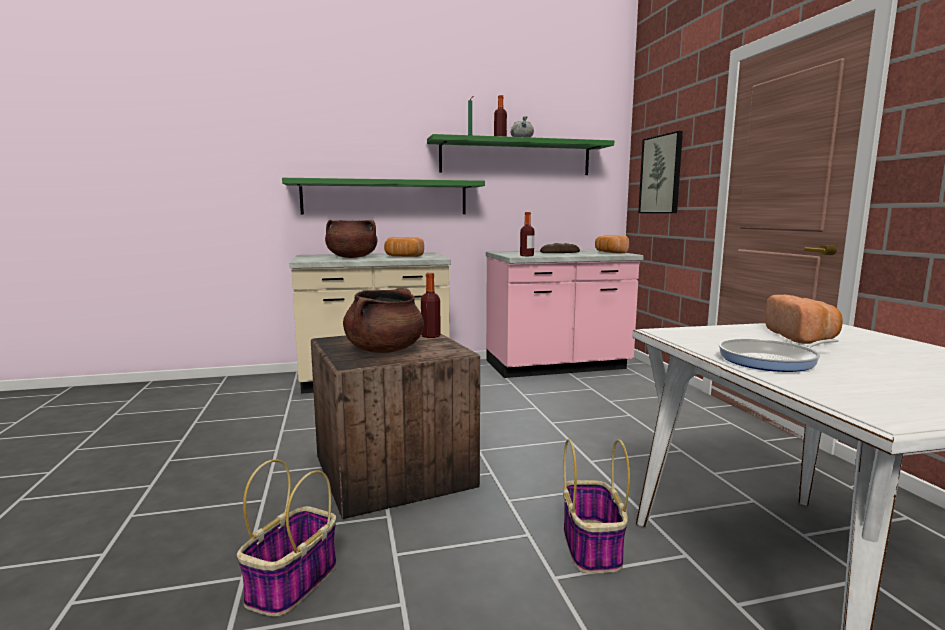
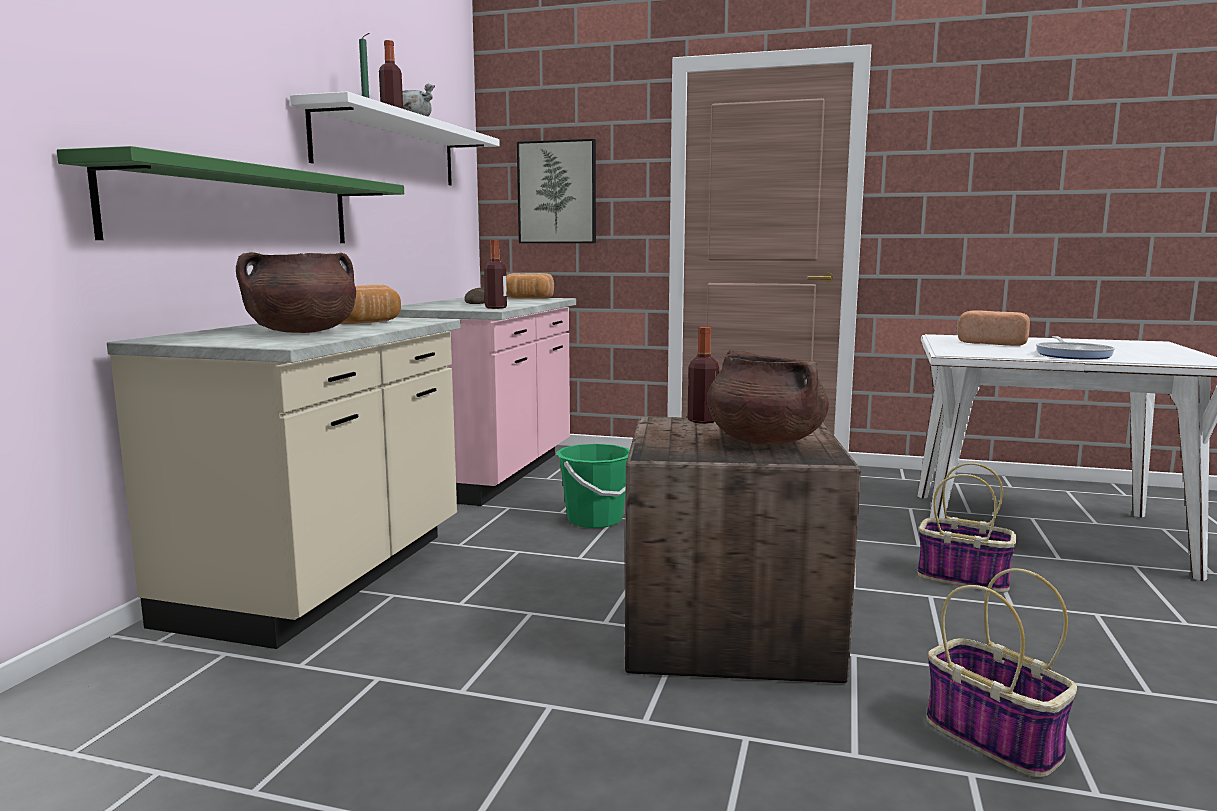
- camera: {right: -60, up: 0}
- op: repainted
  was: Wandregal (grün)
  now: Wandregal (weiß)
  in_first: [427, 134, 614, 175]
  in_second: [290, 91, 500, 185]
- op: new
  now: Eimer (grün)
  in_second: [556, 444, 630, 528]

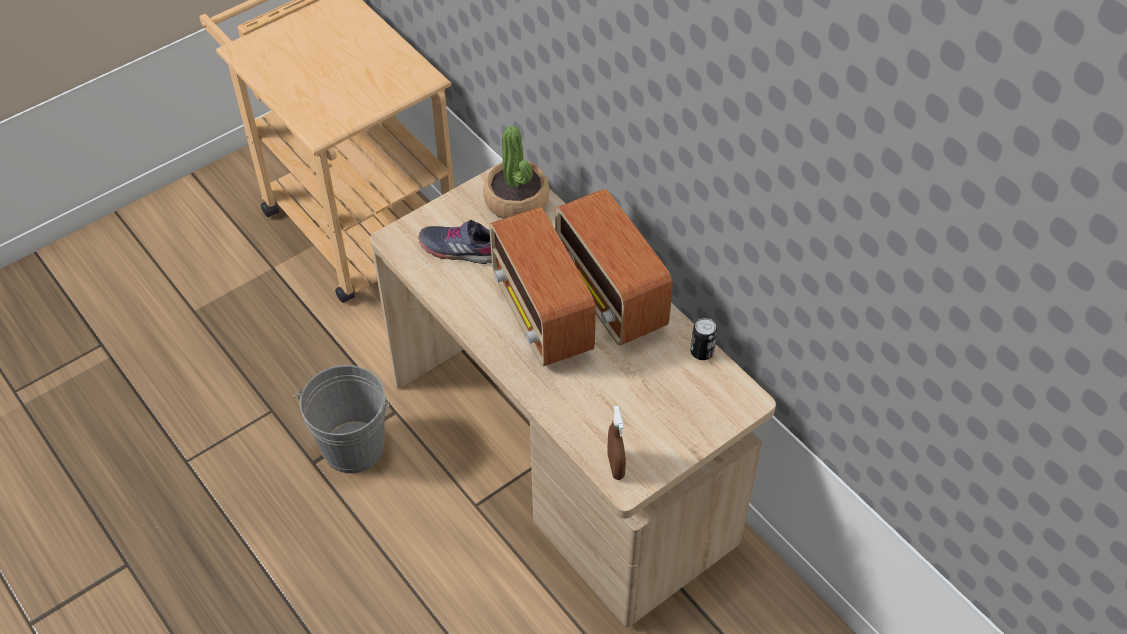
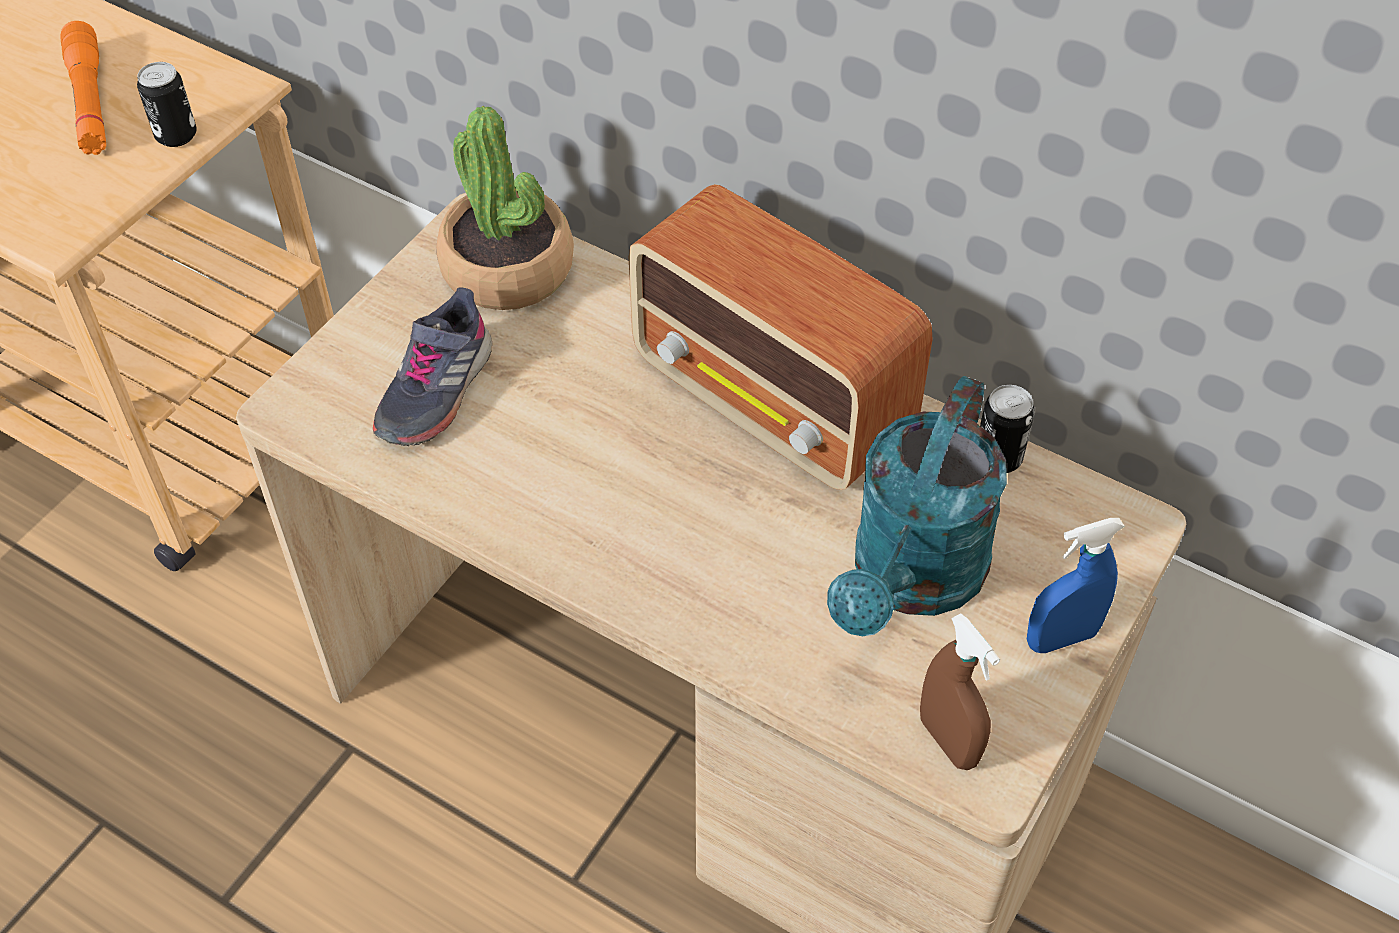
- camera: {right: -20, up: 0}
- op: gone
  was: Radio
  in_first: [489, 207, 596, 367]
- op: rotated
  was: Schuh (grau)
  in_first: [419, 220, 492, 264]
  in_second: [373, 288, 492, 446]
  clockwise: -60
- op: gone
  was: Eimer (grau)
  in_first: [293, 365, 390, 473]
- op: new
  now: Taschenlampe (orange)
  in_second: [60, 21, 106, 155]
- op: new
  now: Dose
  in_second: [137, 62, 197, 147]
- op: new
  now: Gießkanne (türkis)
  in_second: [827, 376, 1007, 636]
- op: new
  now: Sprühflasche (blau)
  in_second: [1027, 518, 1124, 653]

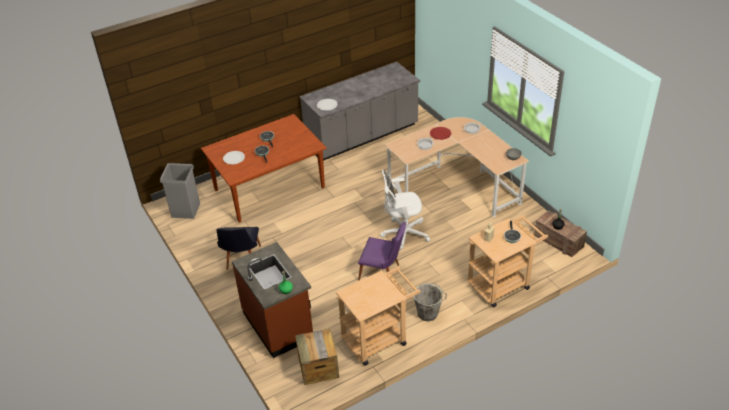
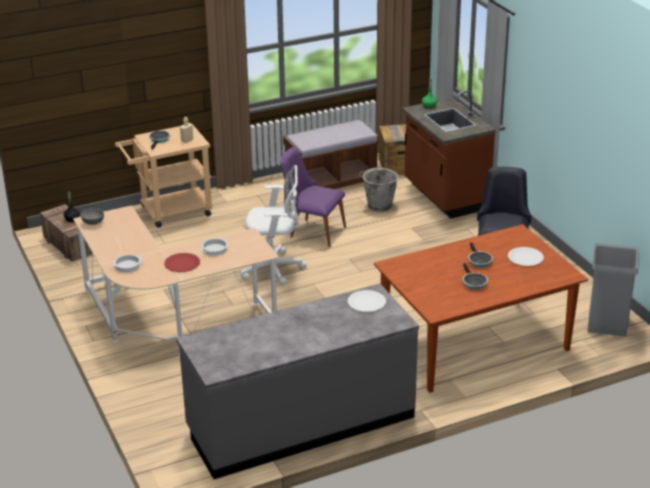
- camera: {right: -175, up: -10}
- op: swapped
  was: Rollwagen (beige)
  now: Bank (braun)
  in_first: [336, 267, 421, 366]
  in_second: [283, 120, 379, 189]
- op: shifted
  was: Eimer (grau)
  in_first: [413, 283, 447, 321]
  in_second: [358, 167, 398, 212]

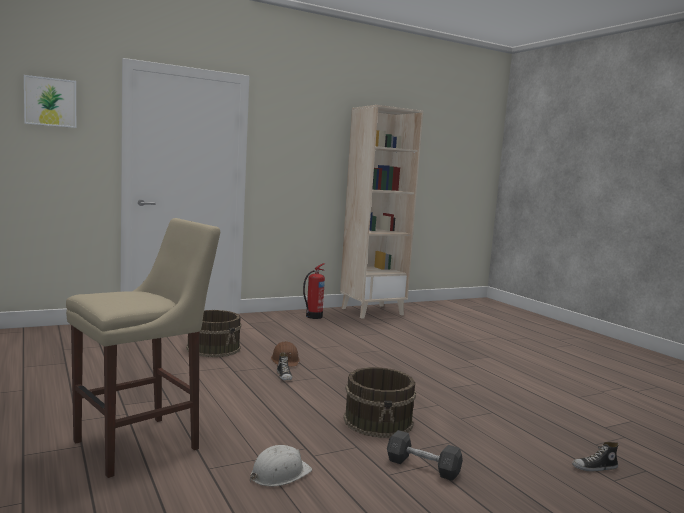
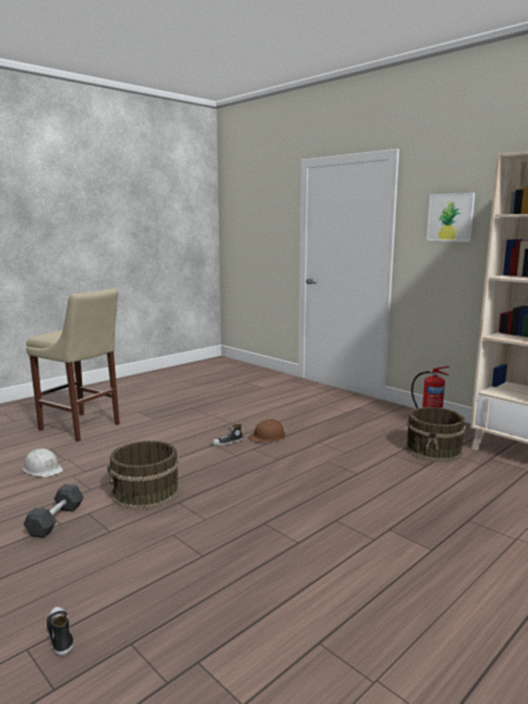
- camera: {right: 75, up: 5}
- op: shifted
  was: Bild
  in_first: [24, 75, 76, 128]
  in_second: [427, 193, 475, 242]
- op: shifted
  was: Eimer (braun)
  in_first: [186, 310, 241, 357]
  in_second: [405, 407, 466, 462]

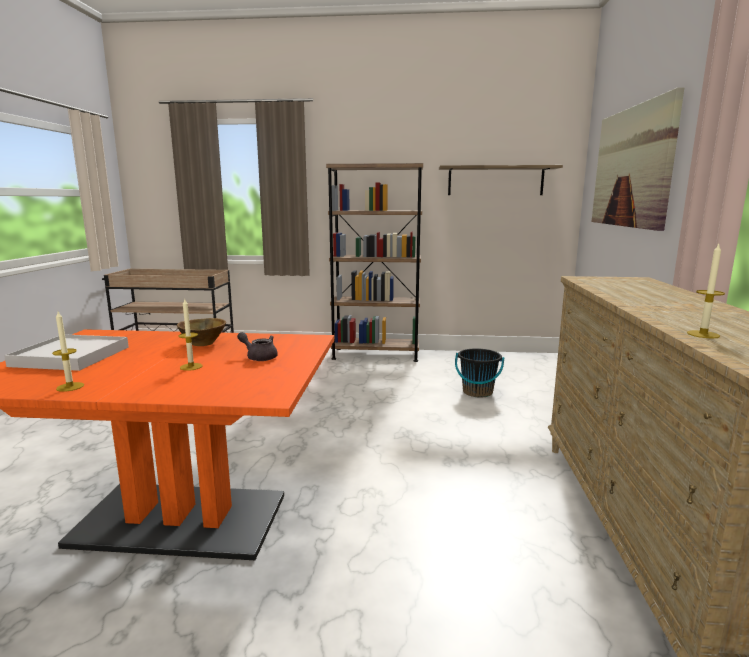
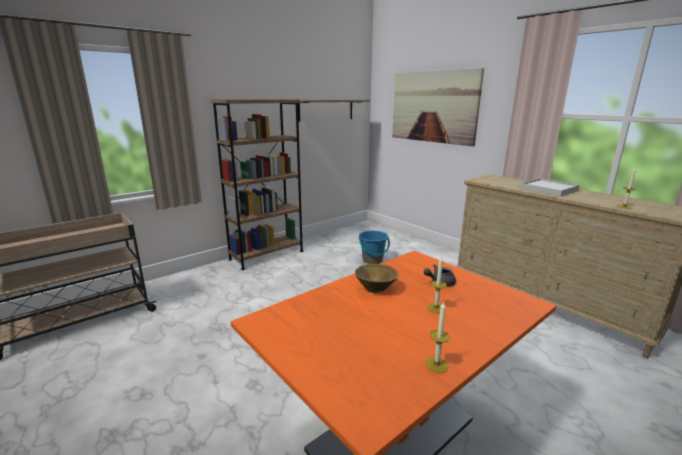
- camera: {right: -45, up: 5}
- op: shifted
  was: Tablett (weiß)
  in_first: [4, 335, 129, 371]
  in_second: [521, 178, 580, 197]
- op: repainted
  was: Eimer (schwarz)
  now: Eimer (blau)
  in_first: [455, 348, 505, 398]
  in_second: [359, 231, 390, 264]

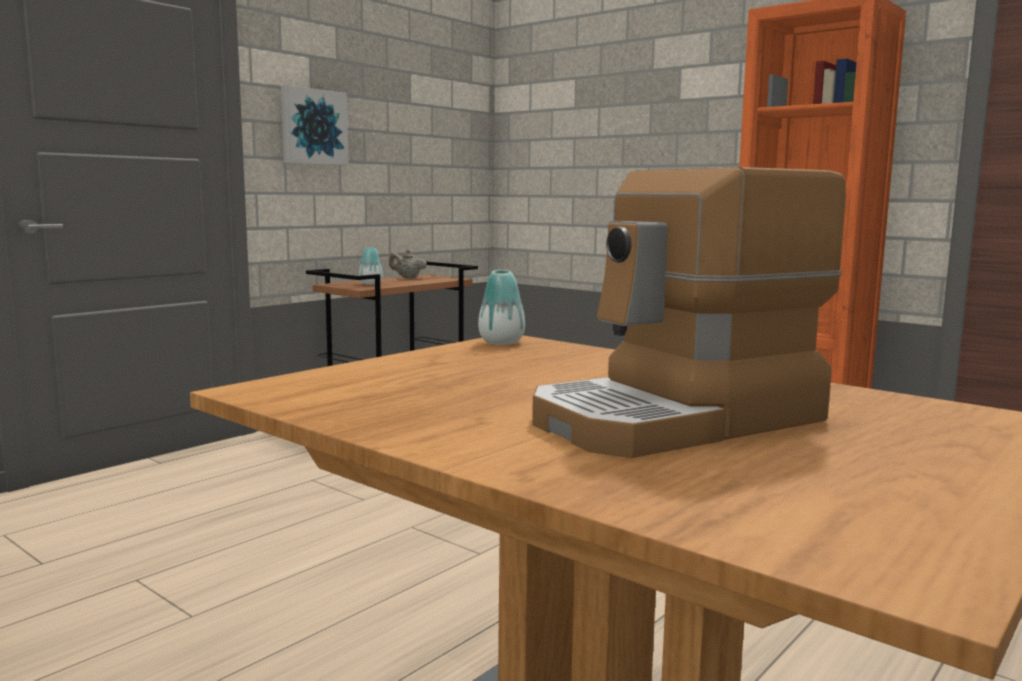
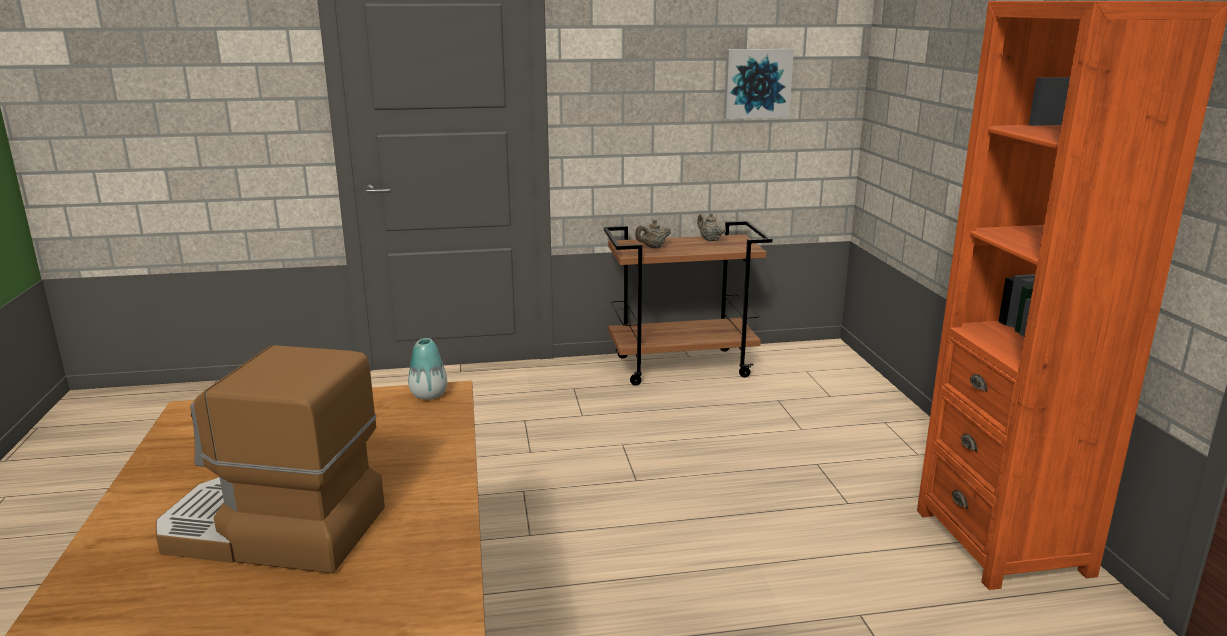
- camera: {right: 40, up: 10}
- op: shifted
  was: Bild
  in_first: [281, 85, 348, 165]
  in_second: [724, 49, 794, 119]
- op: swapped
  was: Vase
  now: Teekanne (beige)
  in_first: [359, 248, 383, 285]
  in_second: [635, 220, 671, 248]

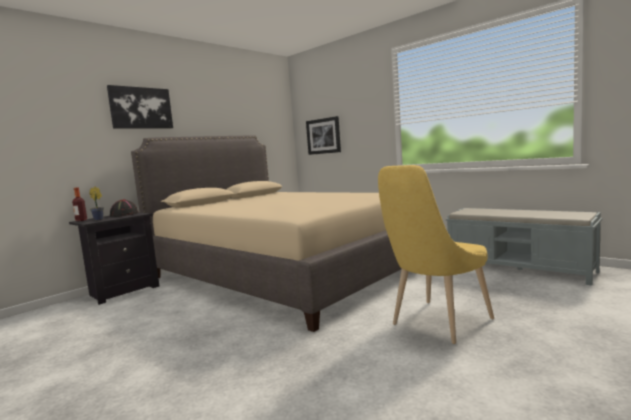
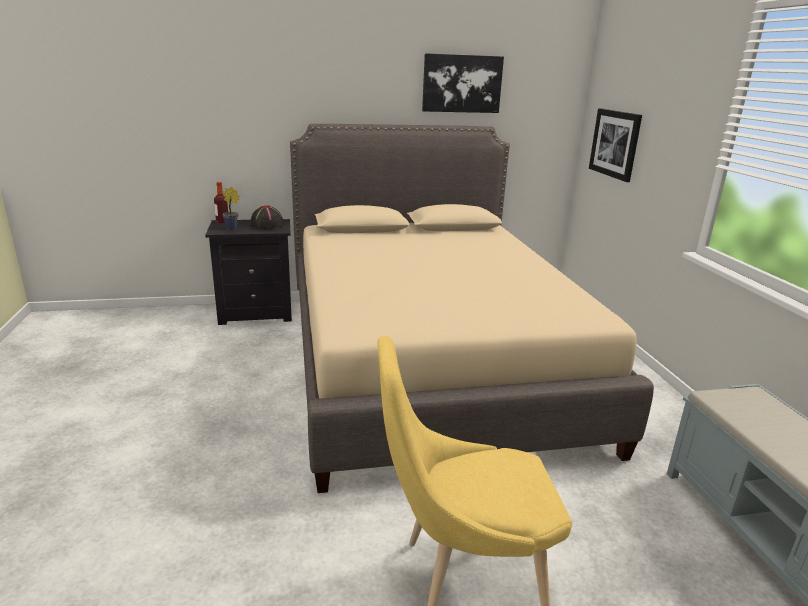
- camera: {right: 35, up: 15}
- op: shifted
  was: Bild
  in_first: [107, 85, 173, 129]
  in_second: [422, 53, 504, 113]

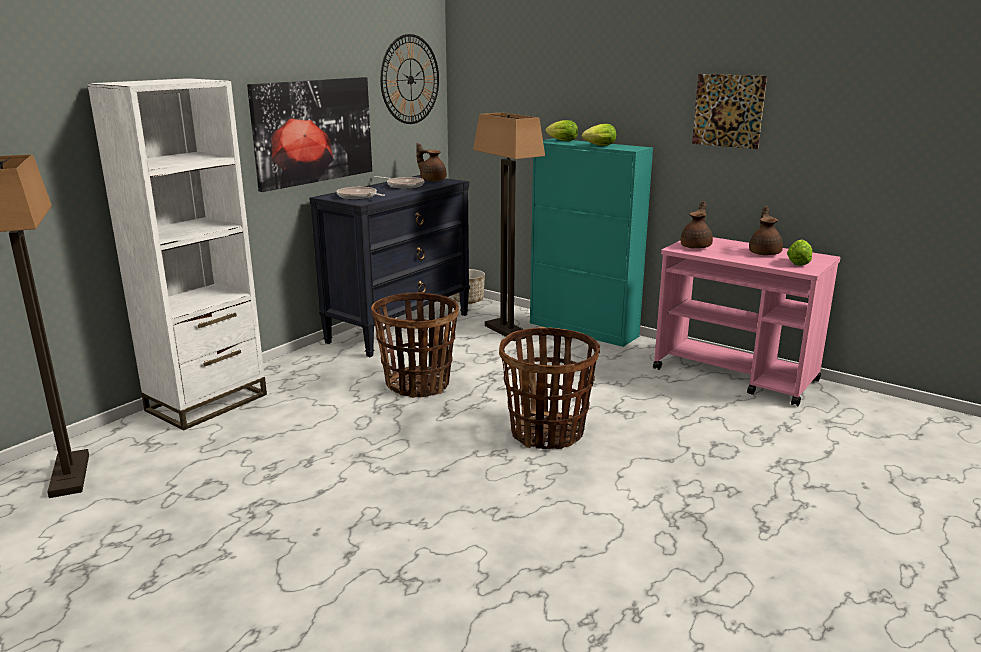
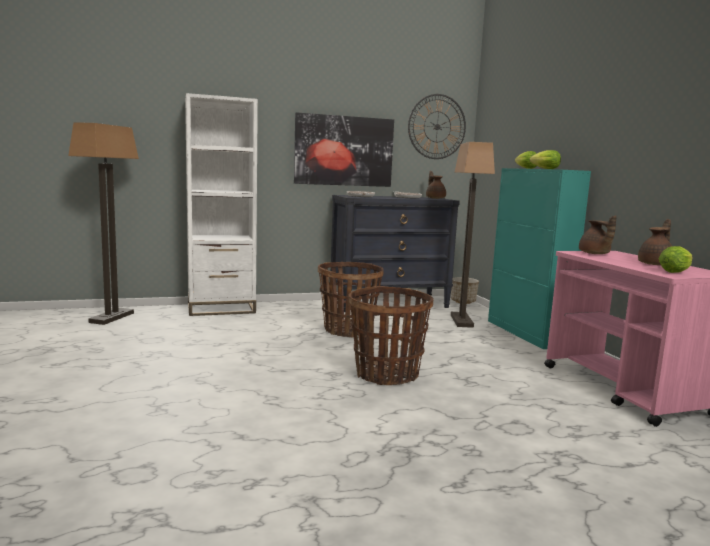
- camera: {right: 35, up: -10}
- op: gone
  was: Bild
  in_first: [692, 74, 767, 149]
- op: rotated
  was: Teekanne (braun)
  in_first: [681, 201, 713, 249]
  in_second: [579, 215, 617, 254]
  clockwise: 105

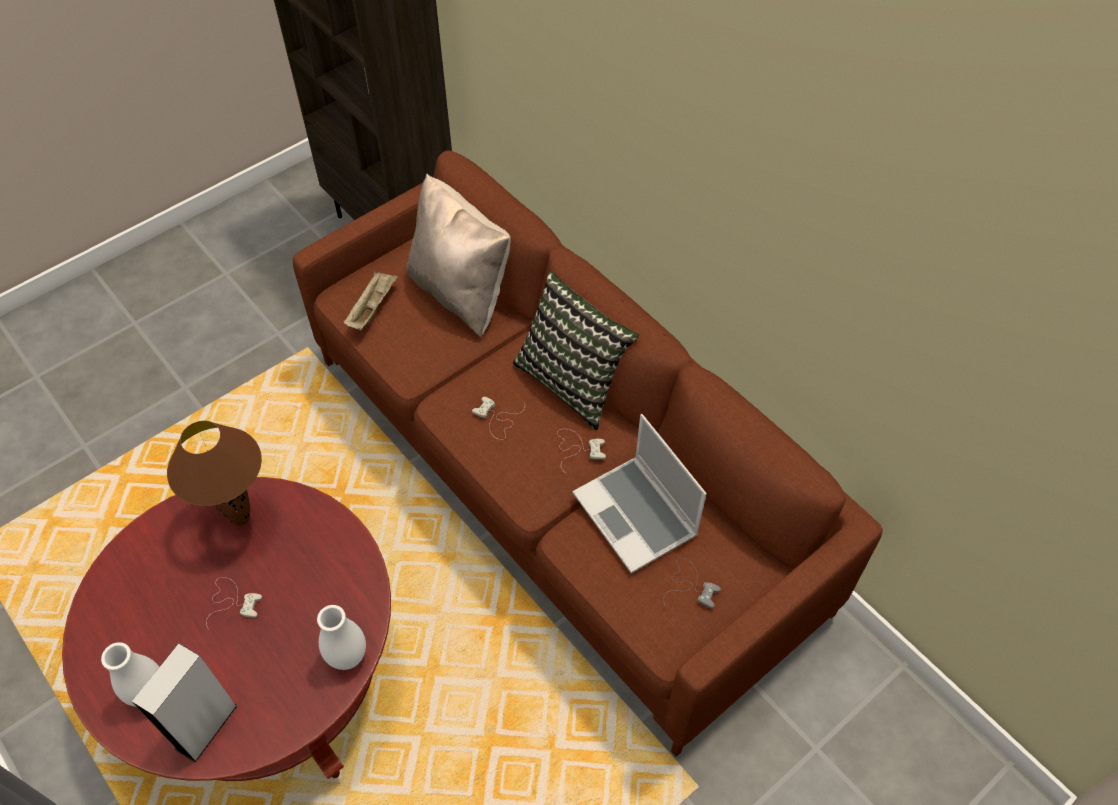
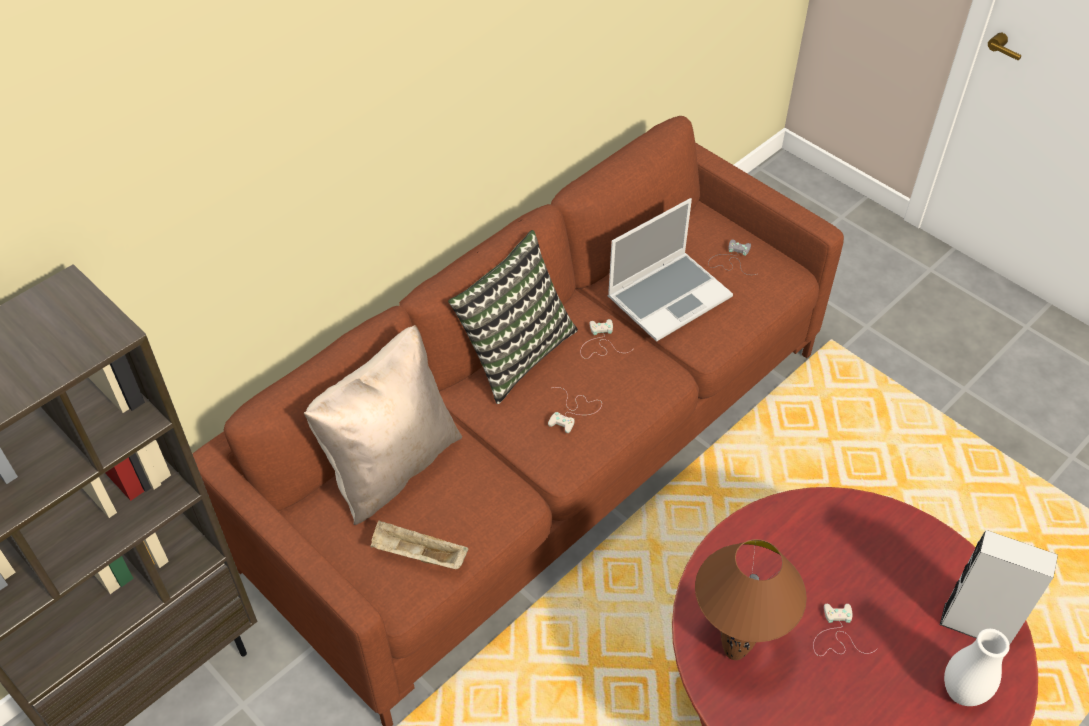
- camera: {right: -95, up: -5}
- op: gone
  was: Vase (weiß)
  in_first: [317, 605, 366, 670]

